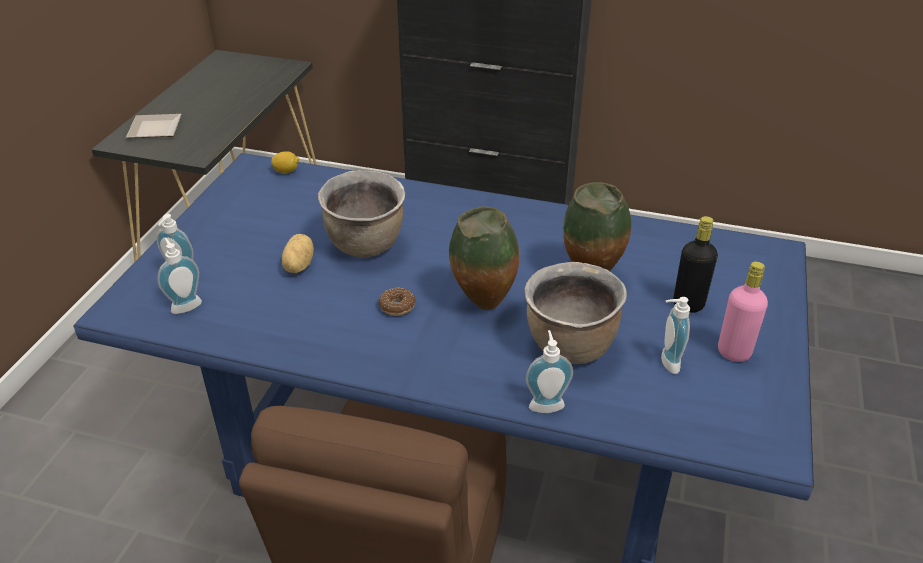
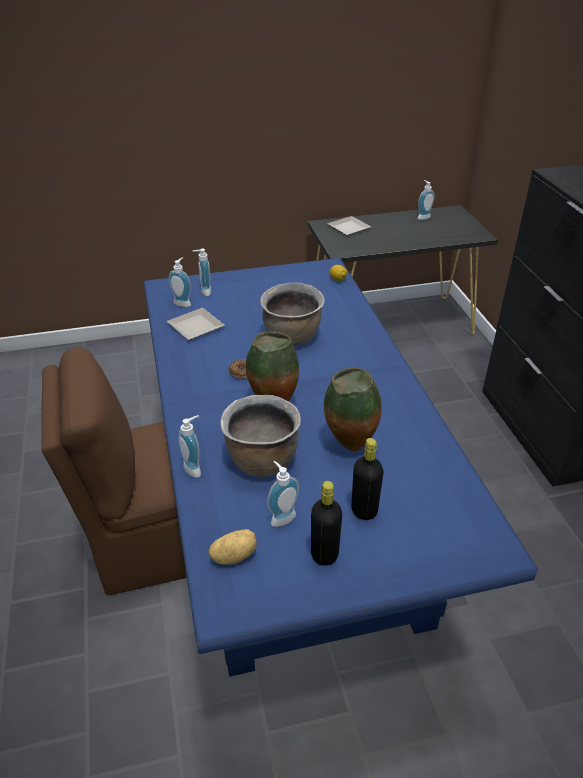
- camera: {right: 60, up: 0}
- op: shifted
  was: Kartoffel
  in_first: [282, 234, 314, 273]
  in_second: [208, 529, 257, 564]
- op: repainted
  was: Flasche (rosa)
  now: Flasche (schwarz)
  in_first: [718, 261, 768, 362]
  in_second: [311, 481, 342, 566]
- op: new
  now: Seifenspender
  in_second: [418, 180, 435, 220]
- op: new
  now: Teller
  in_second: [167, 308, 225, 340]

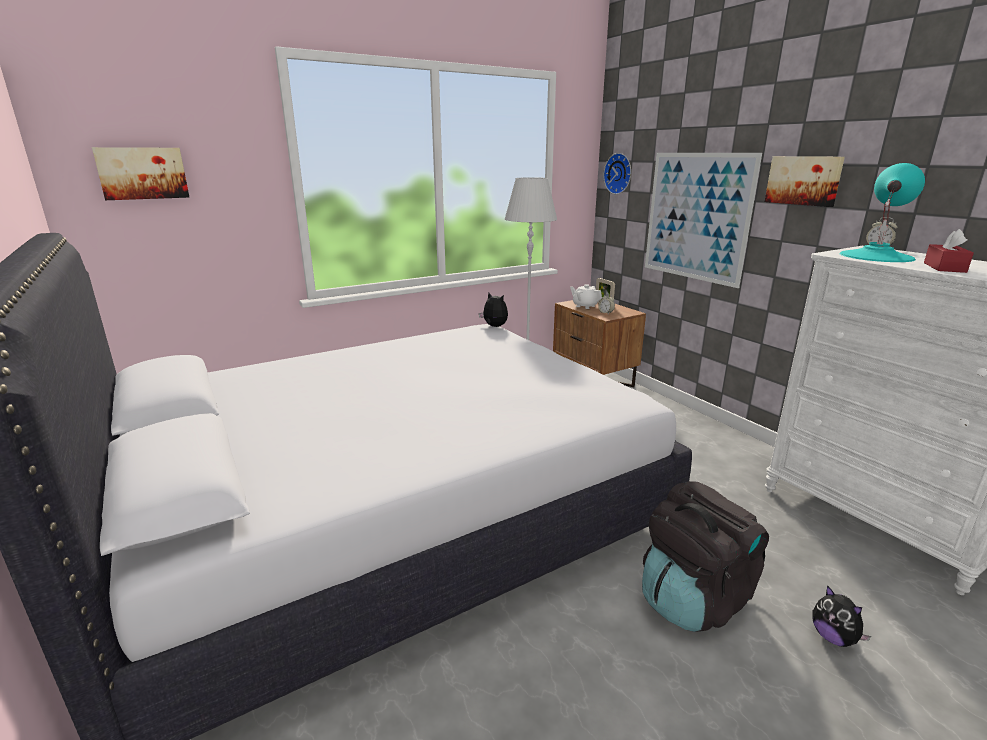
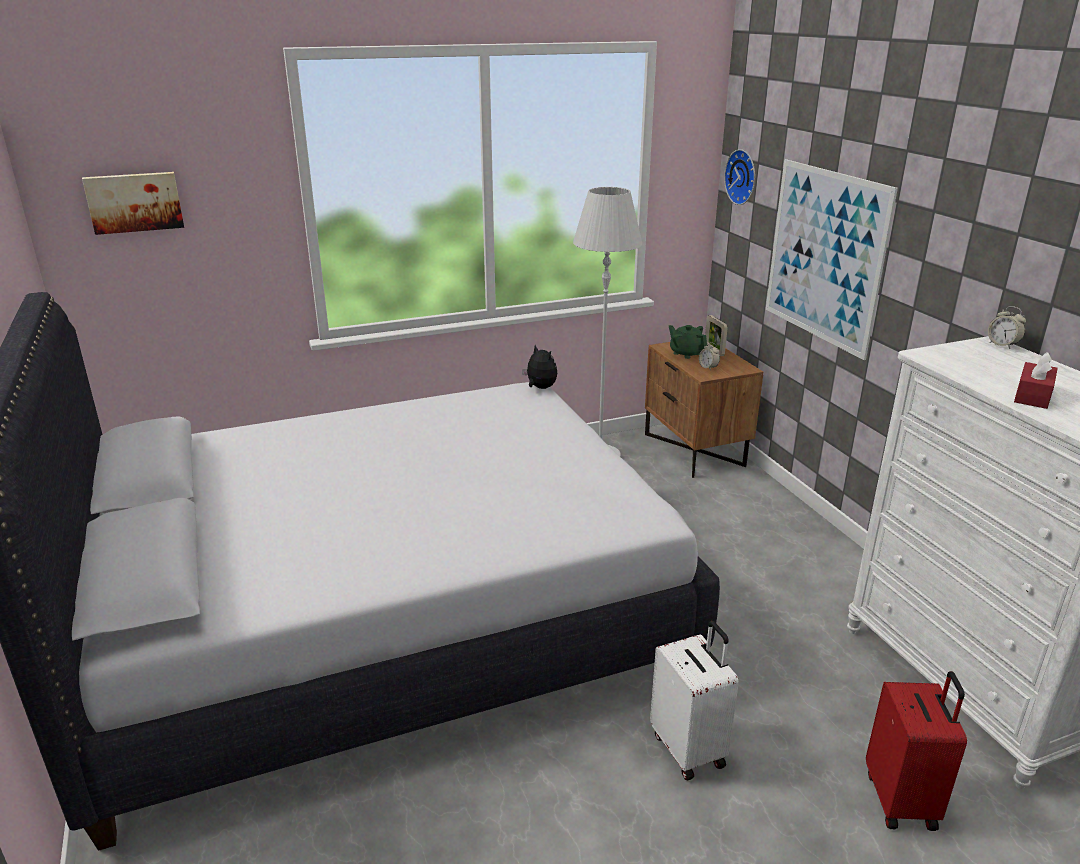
- camera: {right: 10, up: 5}
- op: gone
  was: Bild
  in_first: [765, 156, 845, 207]
- op: gone
  was: Tischlampe (türkis)
  in_first: [839, 163, 925, 262]
- op: repainted
  was: Teekanne (weiß)
  now: Teekanne (grün)
  in_first: [570, 284, 602, 309]
  in_second: [669, 325, 707, 359]
- op: swapped
  was: Rucksack (schwarz)
  now: Koffer (weiß)
  in_first: [642, 481, 769, 632]
  in_second: [650, 621, 739, 780]
- op: gone
  was: Plüschtier
  in_first: [812, 585, 871, 647]
- op: new
  now: Koffer (rot)
  in_second: [866, 671, 967, 831]

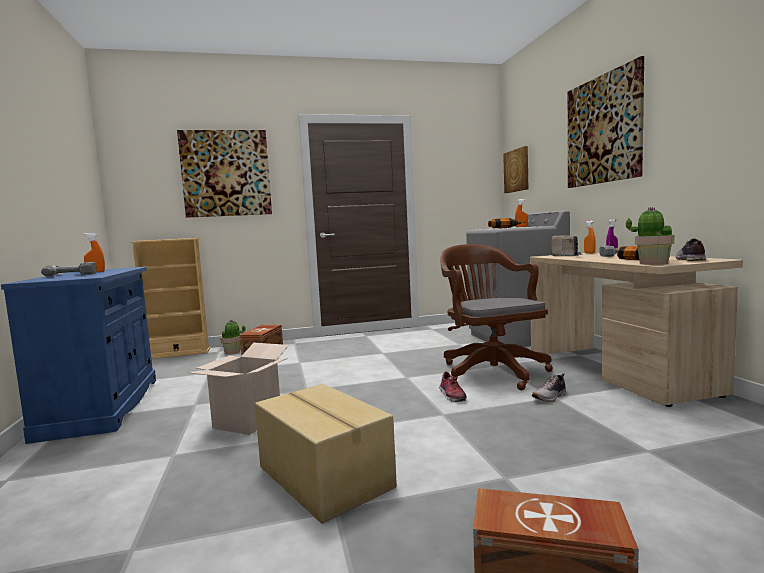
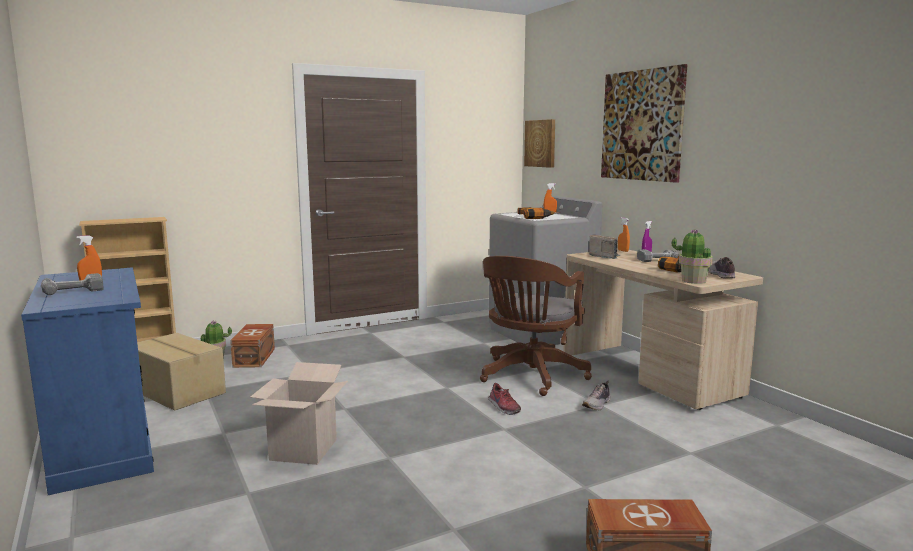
- camera: {right: -15, up: 5}
- op: gone
  was: Bild
  in_first: [177, 130, 272, 218]
- op: rotated
  was: Bürostuhl (braun)
  in_first: [440, 244, 553, 390]
  in_second: [480, 256, 592, 396]
  clockwise: -120
- op: shifted
  was: Karton
  in_first: [255, 384, 397, 524]
  in_second: [137, 333, 226, 411]

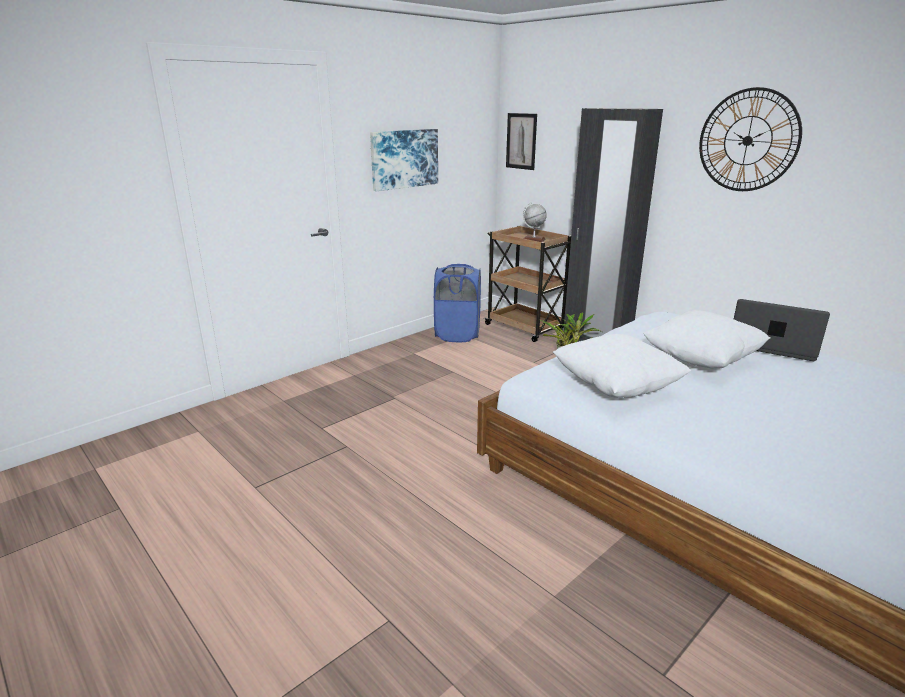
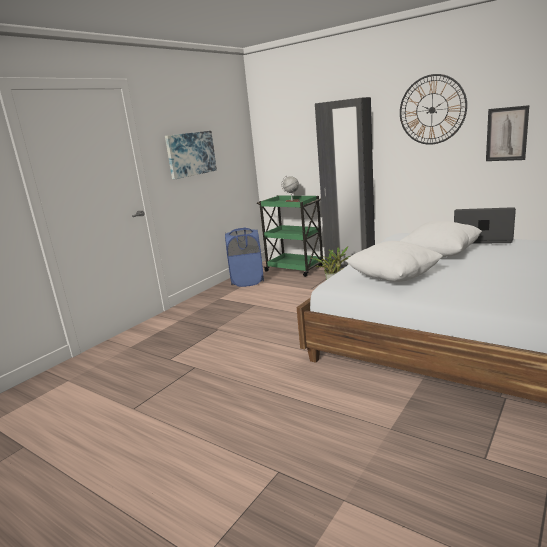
- camera: {right: -10, up: -5}
- op: shifted
  was: Bild
  in_first: [506, 113, 537, 170]
  in_second: [486, 105, 529, 161]
- op: repainted
  was: Rollwagen (braun)
  now: Rollwagen (grün)
  in_first: [484, 226, 571, 342]
  in_second: [257, 195, 323, 277]

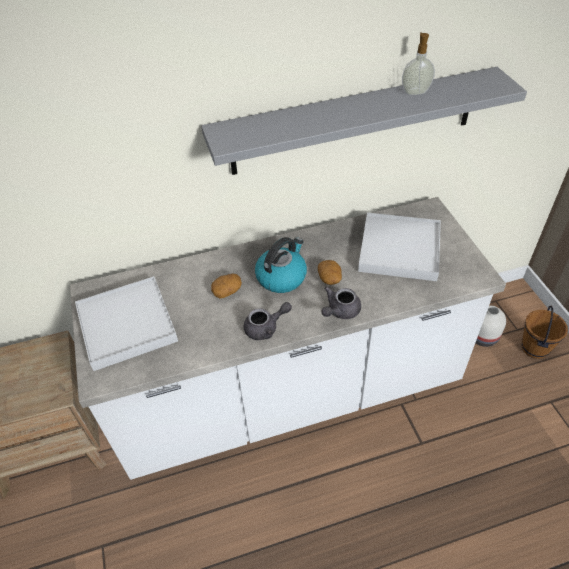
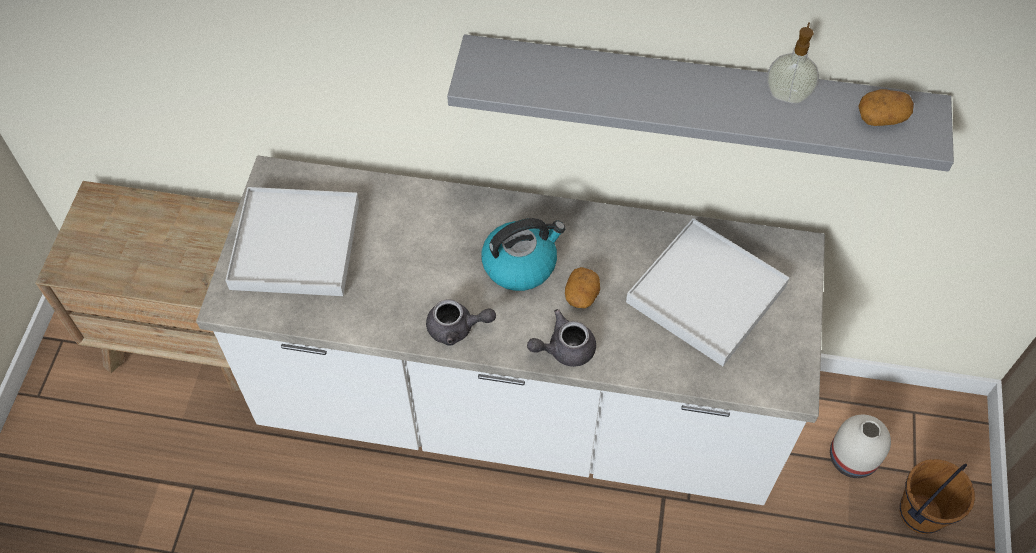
- camera: {right: 25, up: 10}
- op: shifted
  was: Kartoffel
  in_first: [211, 274, 242, 299]
  in_second: [858, 89, 914, 126]

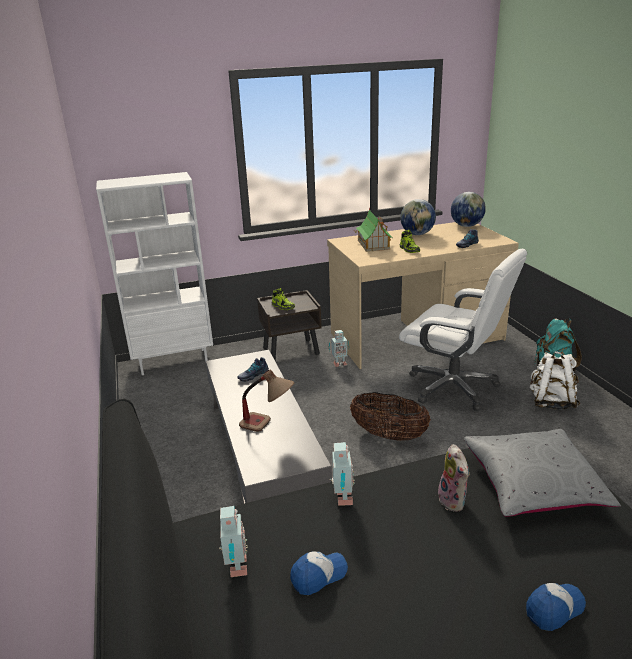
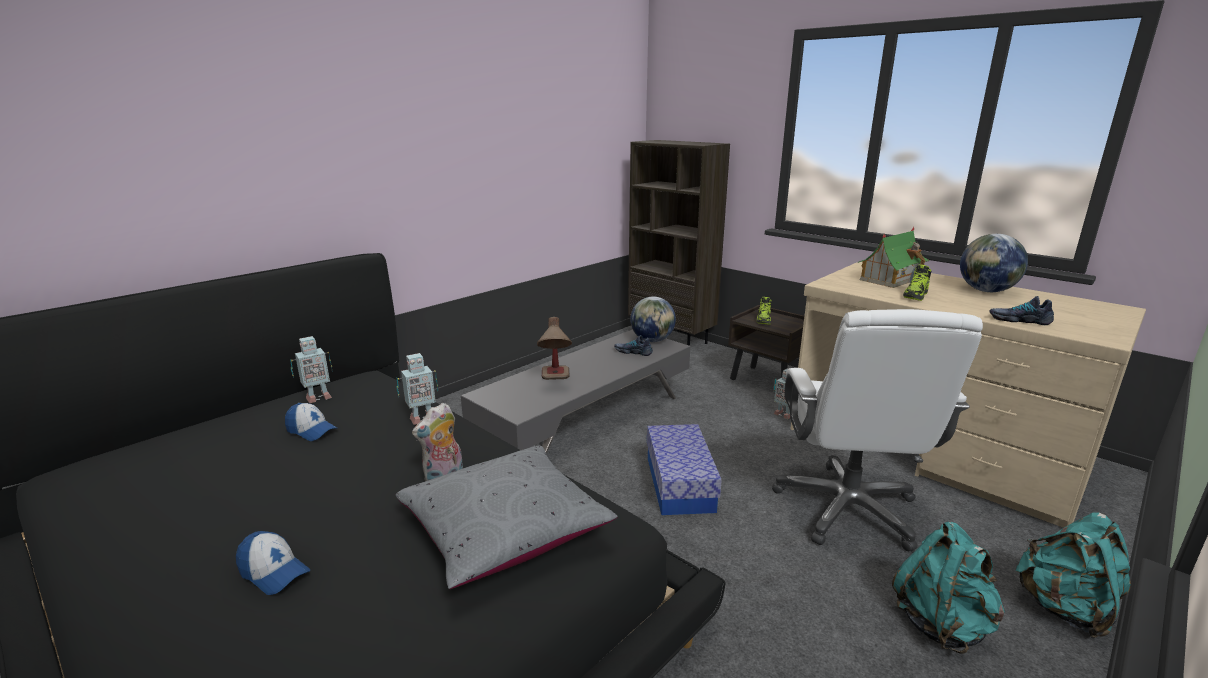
- camera: {right: 60, up: -5}
- op: repainted
  was: Bücherregal (weiß)
  now: Bücherregal (braun)
  in_first: [96, 172, 213, 375]
  in_second: [628, 140, 730, 346]
- op: shifted
  was: Globus
  in_first: [451, 192, 486, 227]
  in_second: [630, 296, 676, 342]
- op: repainted
  was: Rucksack (weiß)
  now: Rucksack (türkis)
  in_first: [530, 351, 580, 410]
  in_second: [892, 521, 1005, 654]
- op: swapped
  was: Korb
  now: Aufbewahrungsbox
  in_first: [350, 392, 431, 441]
  in_second: [647, 424, 722, 515]

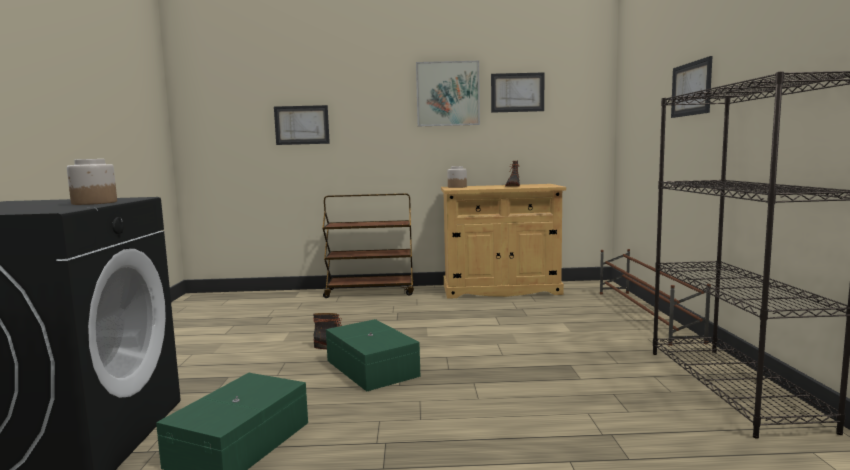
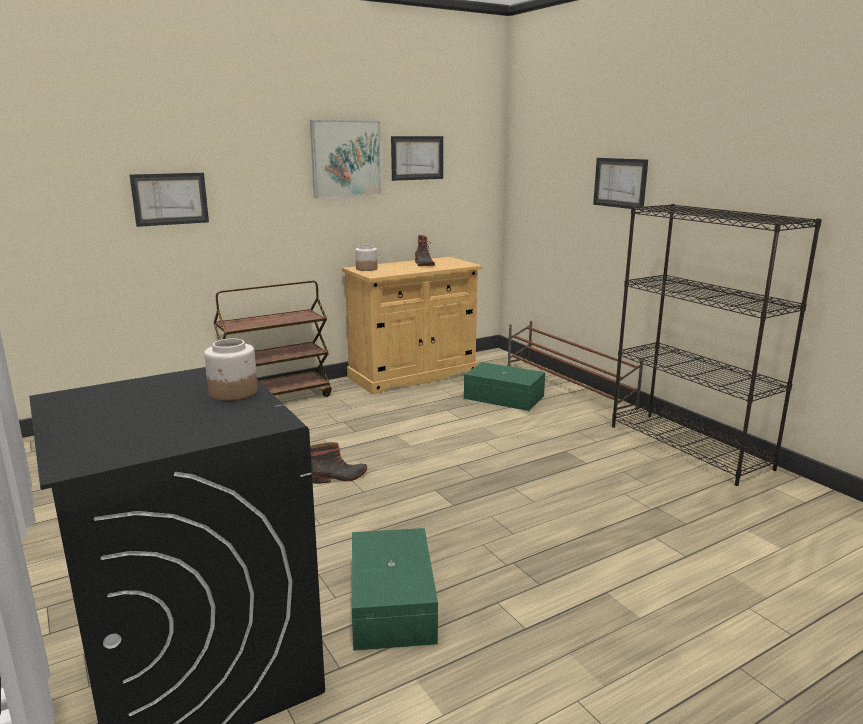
- camera: {right: -30, up: 10}
- op: shifted
  was: Aufbewahrungsbox (grün)
  in_first: [326, 319, 420, 392]
  in_second: [464, 362, 545, 411]

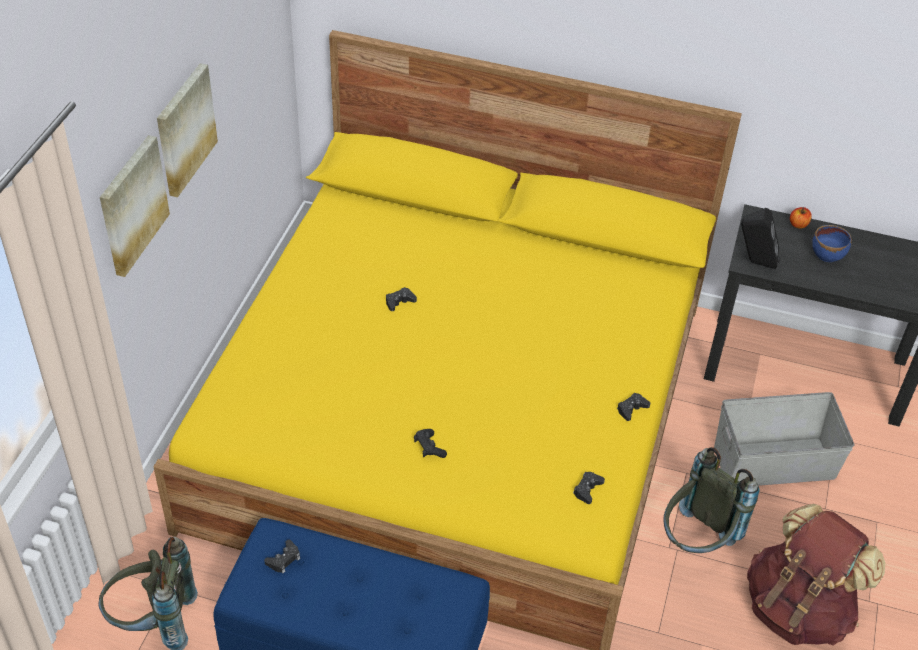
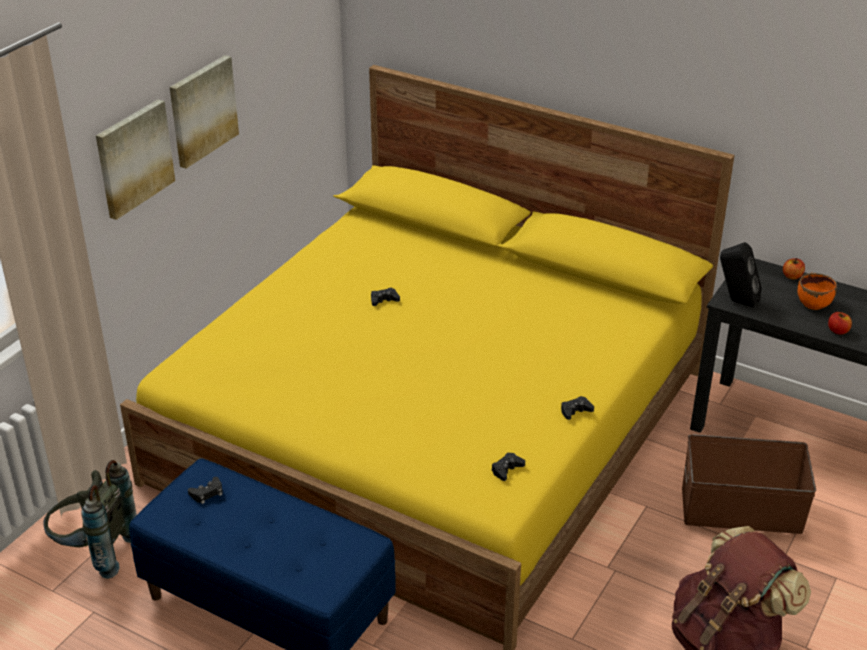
- camera: {right: 15, up: -10}
- op: repainted
  was: Schüssel (blau)
  now: Schüssel (orange)
  in_first: [812, 225, 852, 262]
  in_second: [798, 273, 837, 310]
- op: repainted
  was: Aufbewahrungsbox (grau)
  now: Aufbewahrungsbox (braun)
  in_first: [714, 392, 855, 486]
  in_second: [682, 434, 816, 534]
- op: gone
  was: Gamepad (schwarz)
  in_first: [414, 429, 447, 458]
- op: gone
  was: Rucksack (grau)
  in_first: [663, 447, 760, 553]
- op: new
  now: Apfel
  in_second: [828, 312, 852, 334]

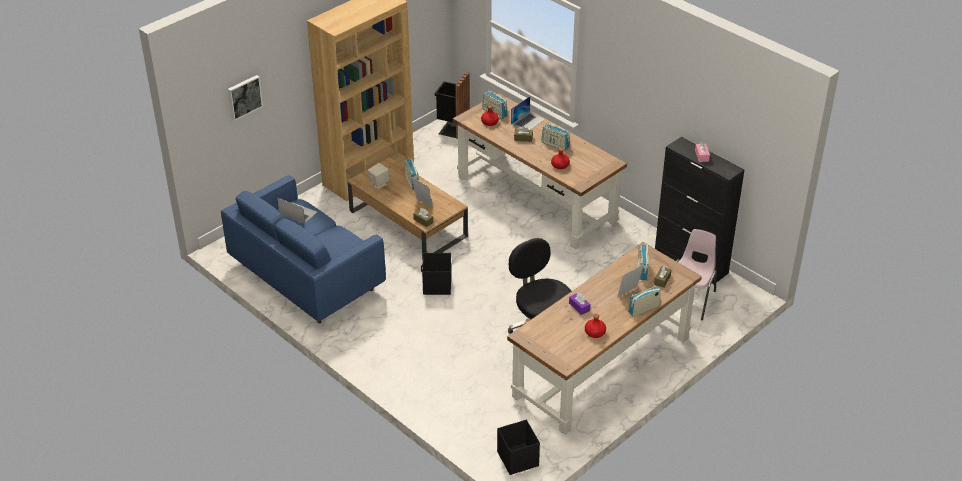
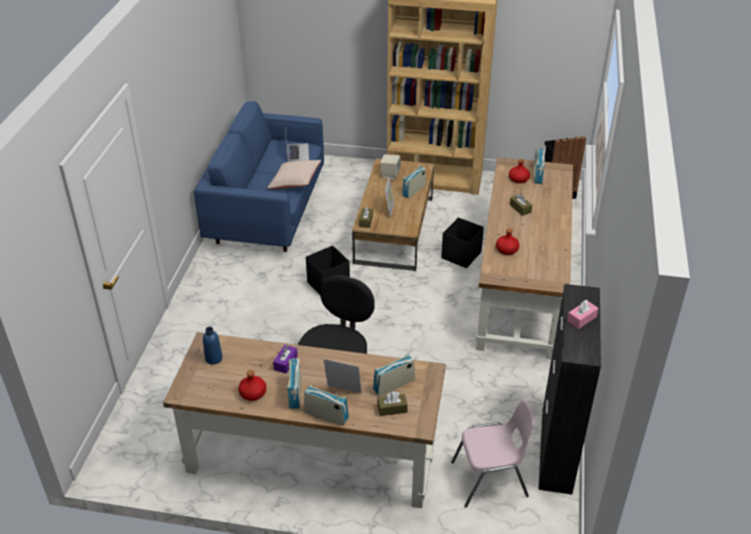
- camera: {right: 55, up: 0}
- op: gone
  was: Bild
  in_first: [228, 75, 263, 121]
- op: gone
  was: Laptop
  in_first: [511, 96, 545, 130]
- op: shifted
  was: Radio
  in_first: [541, 122, 570, 151]
  in_second: [287, 358, 301, 409]
- op: shifted
  was: Aufbewahrungsbox (schwarz)
  in_first: [497, 420, 540, 475]
  in_second: [441, 217, 484, 268]
- op: new
  now: Kissen (beige)
  in_second: [267, 160, 321, 189]
- op: new
  now: Flasche (blau)
  in_second: [203, 327, 222, 365]

